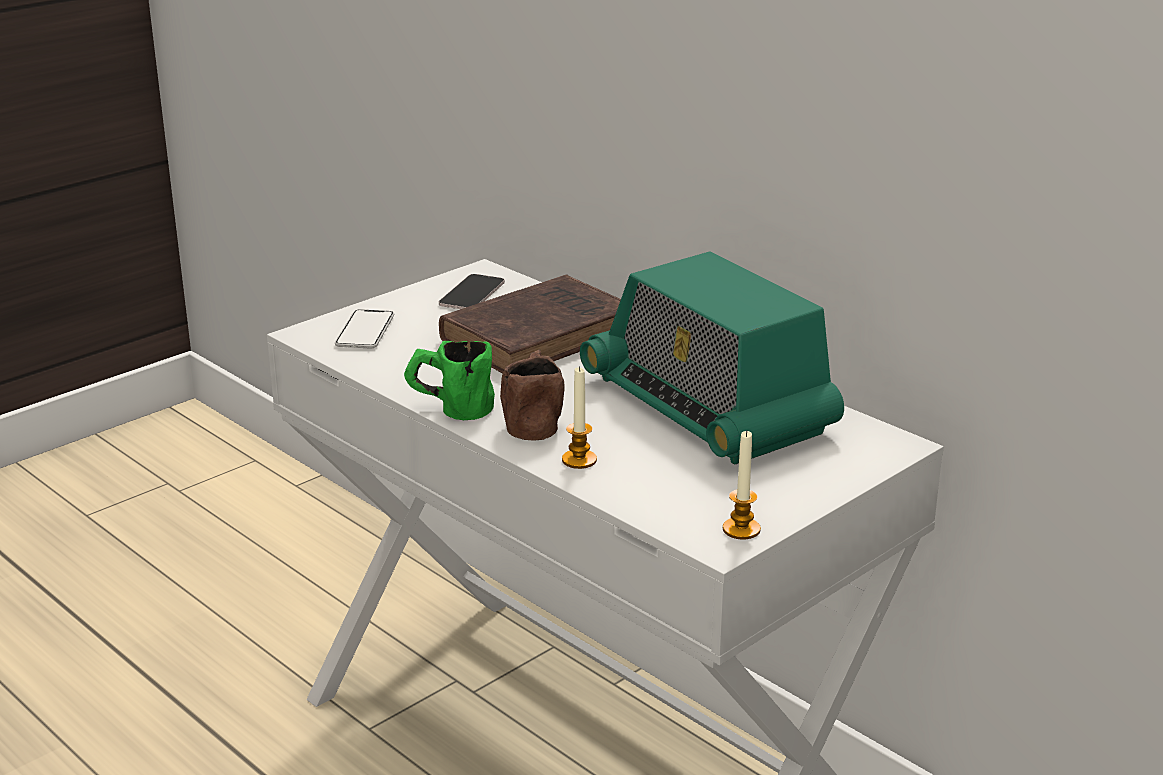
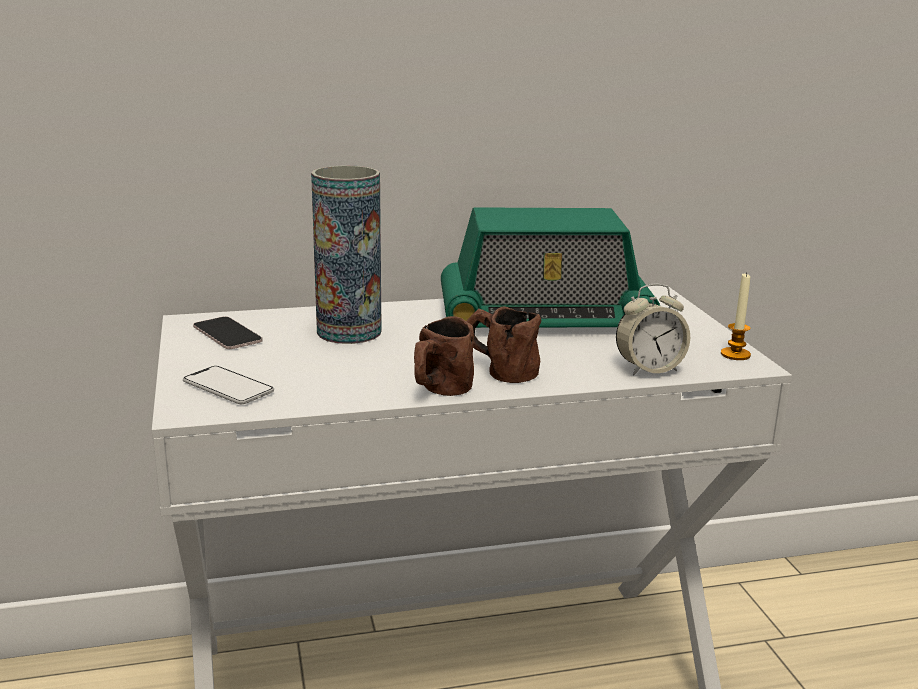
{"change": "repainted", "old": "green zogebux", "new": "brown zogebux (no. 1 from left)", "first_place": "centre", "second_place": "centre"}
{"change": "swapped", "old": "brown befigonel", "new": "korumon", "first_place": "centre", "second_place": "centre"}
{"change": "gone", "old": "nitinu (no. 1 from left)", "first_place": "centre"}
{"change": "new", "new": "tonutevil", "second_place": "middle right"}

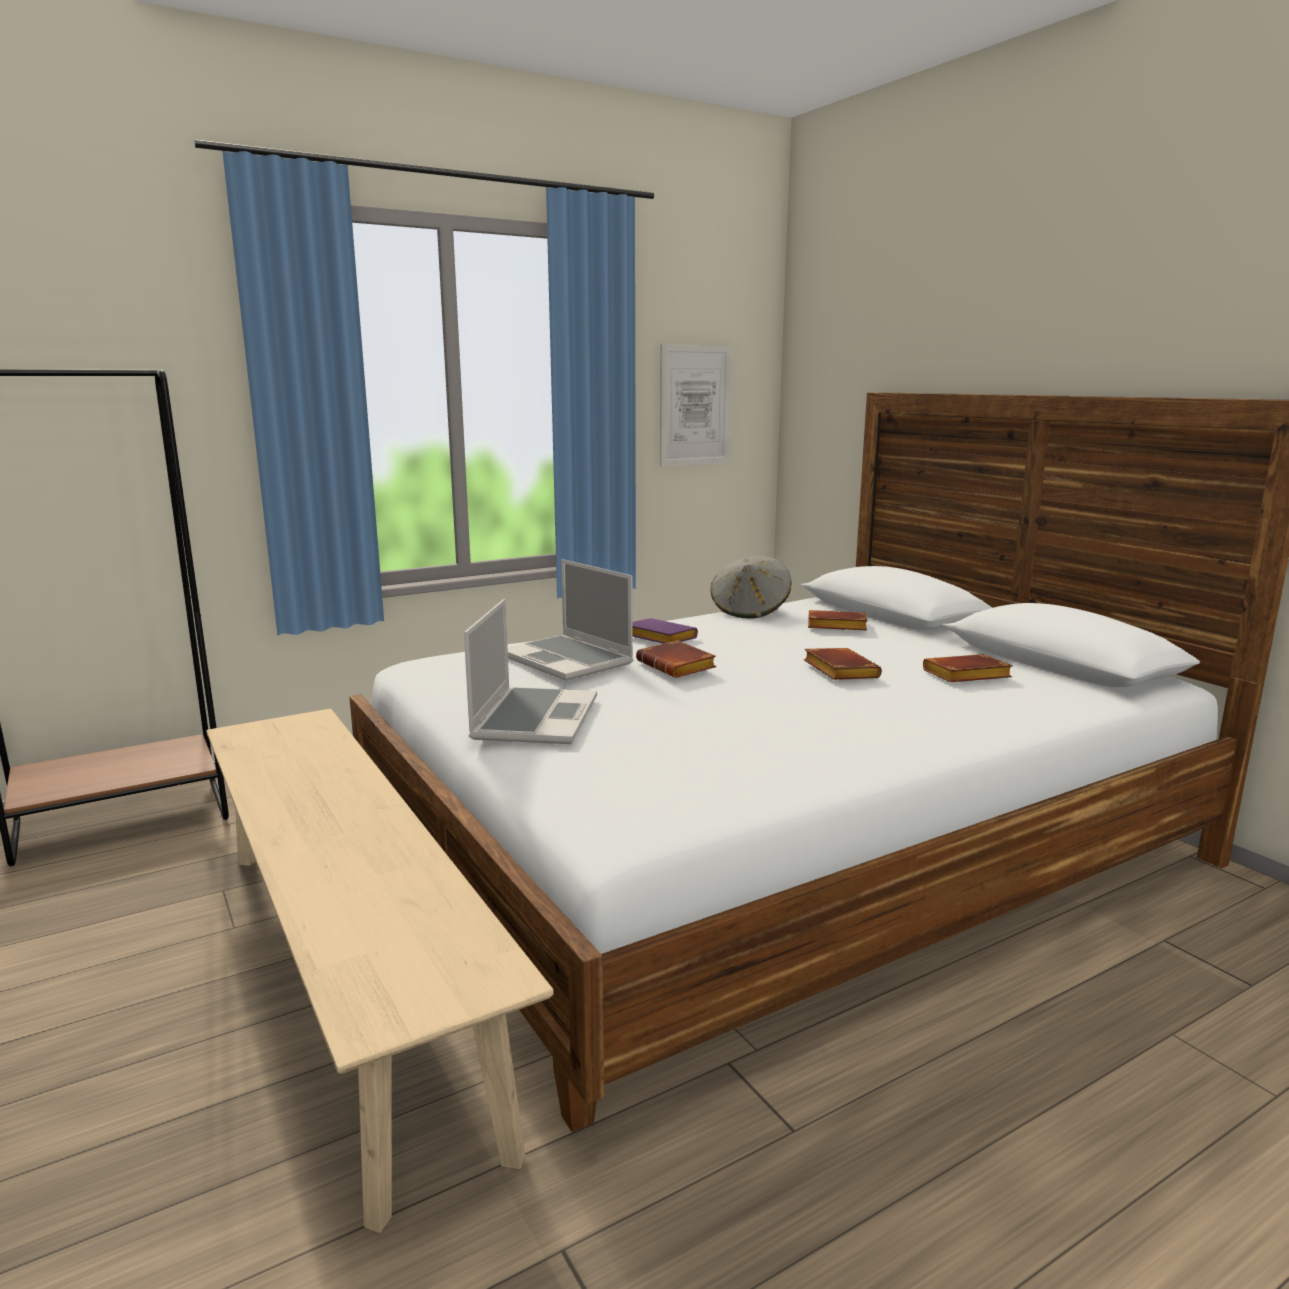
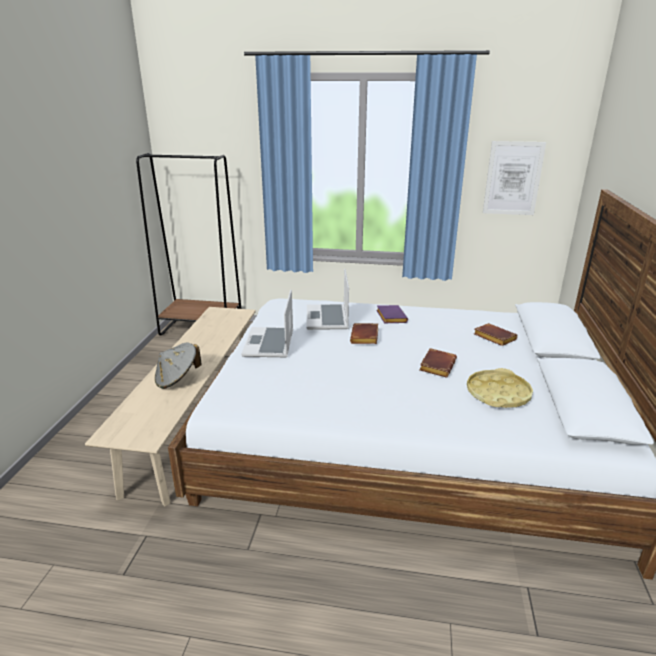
{"change": "rotated", "old": "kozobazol (no. 1 from left)", "first_place": "centre", "second_place": "centre", "degrees": 135}
{"change": "shifted", "old": "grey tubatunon", "first_place": "centre", "second_place": "middle left"}
{"change": "swapped", "old": "brown befigonel (no. 4 from left)", "new": "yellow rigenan", "first_place": "middle right", "second_place": "middle right"}

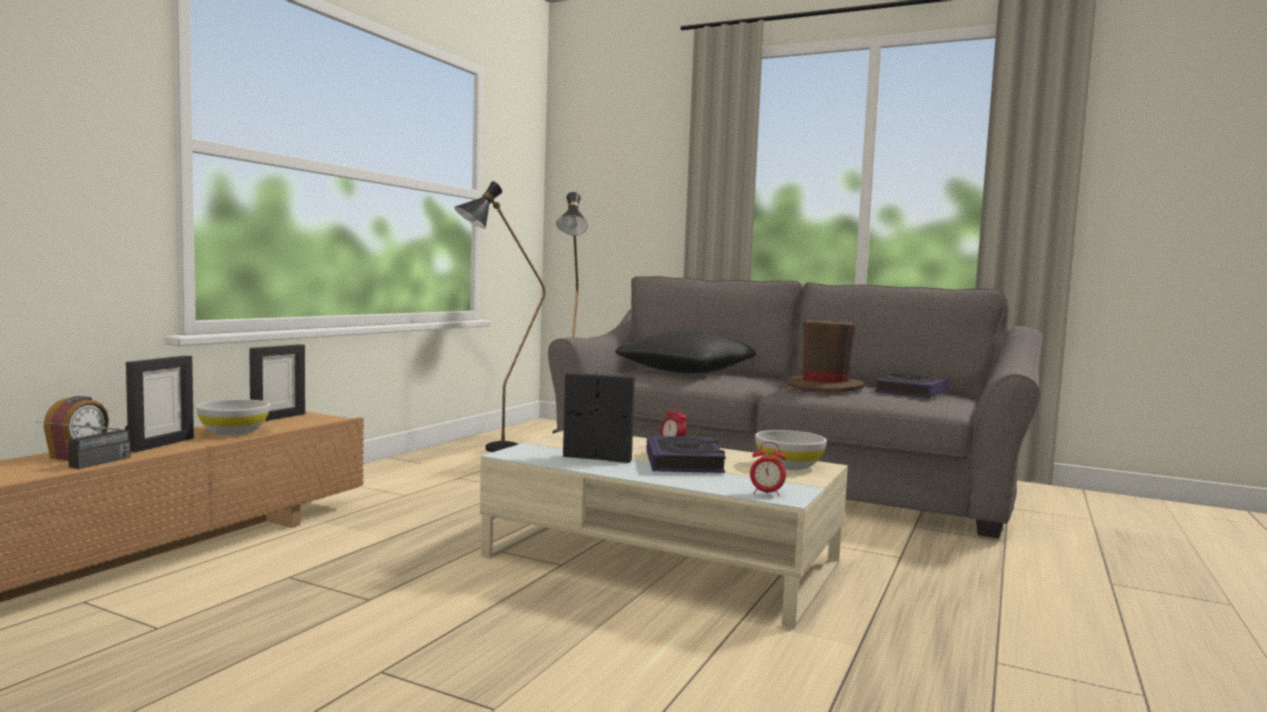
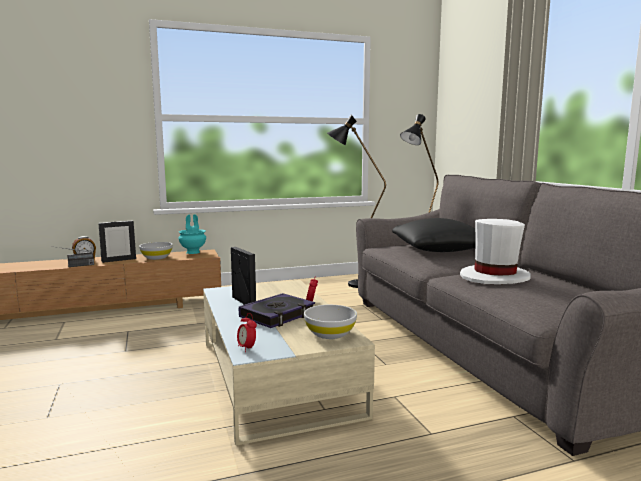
{"change": "swapped", "old": "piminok (no. 2 from left)", "new": "turquoise korumon", "first_place": "middle left", "second_place": "middle left"}
{"change": "repainted", "old": "brown tubatunon", "new": "white tubatunon", "first_place": "centre", "second_place": "middle right"}
{"change": "gone", "old": "befigonel (no. 2 from left)", "first_place": "middle right"}

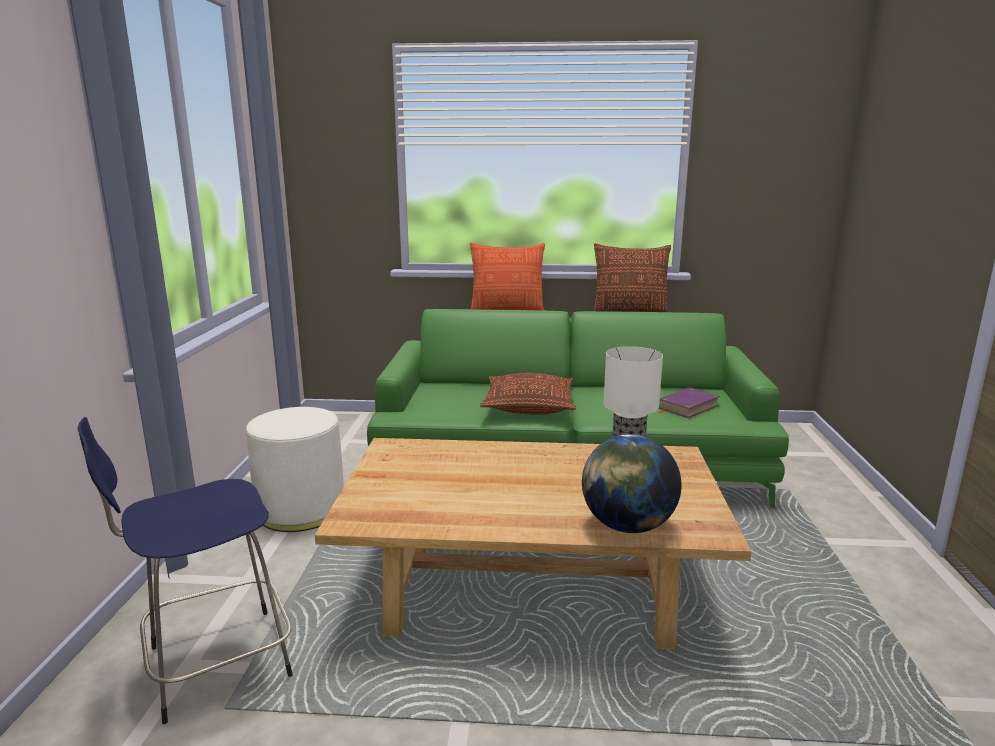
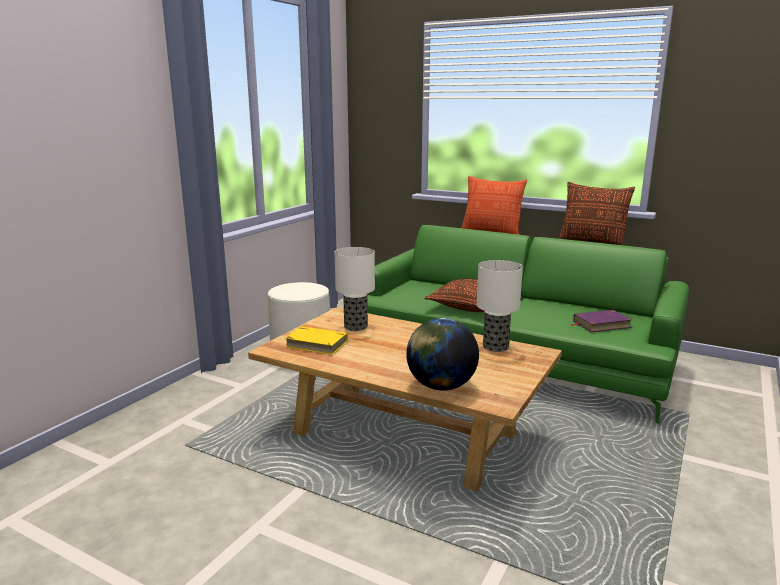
{"change": "gone", "old": "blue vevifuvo", "first_place": "bottom left"}
{"change": "new", "new": "yellow befigonel", "second_place": "centre"}
{"change": "new", "new": "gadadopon (no. 1 from left)", "second_place": "centre"}

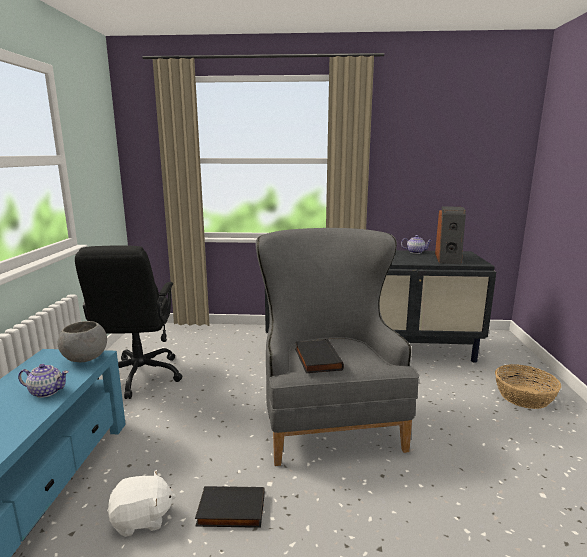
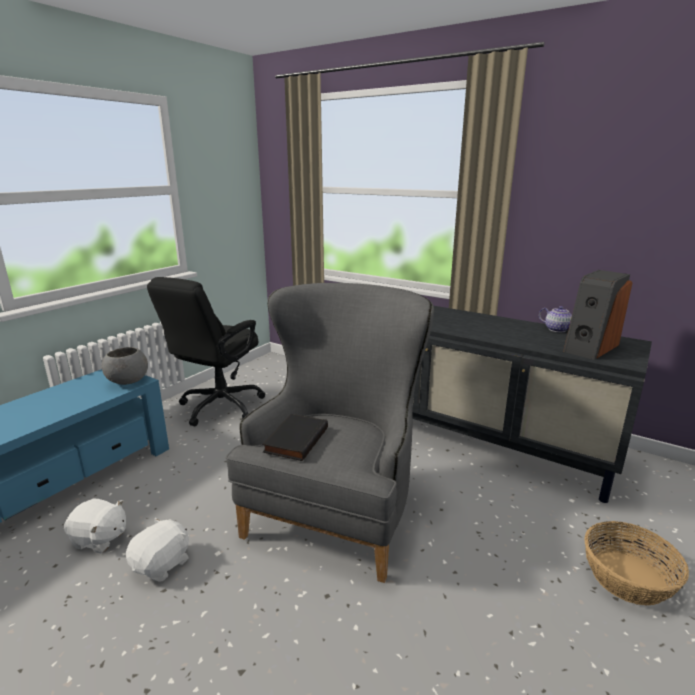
{"change": "gone", "old": "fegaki (no. 1 from left)", "first_place": "bottom left"}
{"change": "swapped", "old": "black befigonel (no. 1 from left)", "new": "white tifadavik (no. 2 from left)", "first_place": "bottom centre", "second_place": "bottom left"}

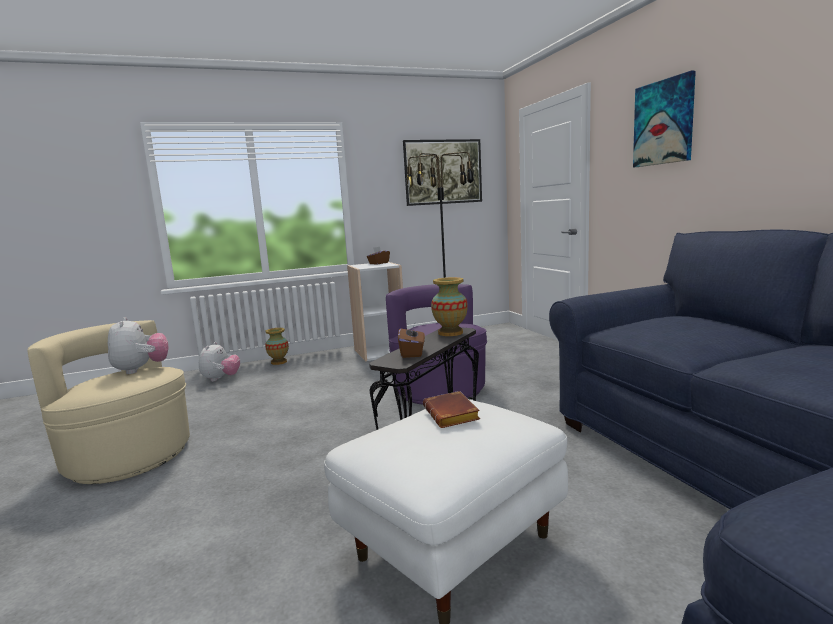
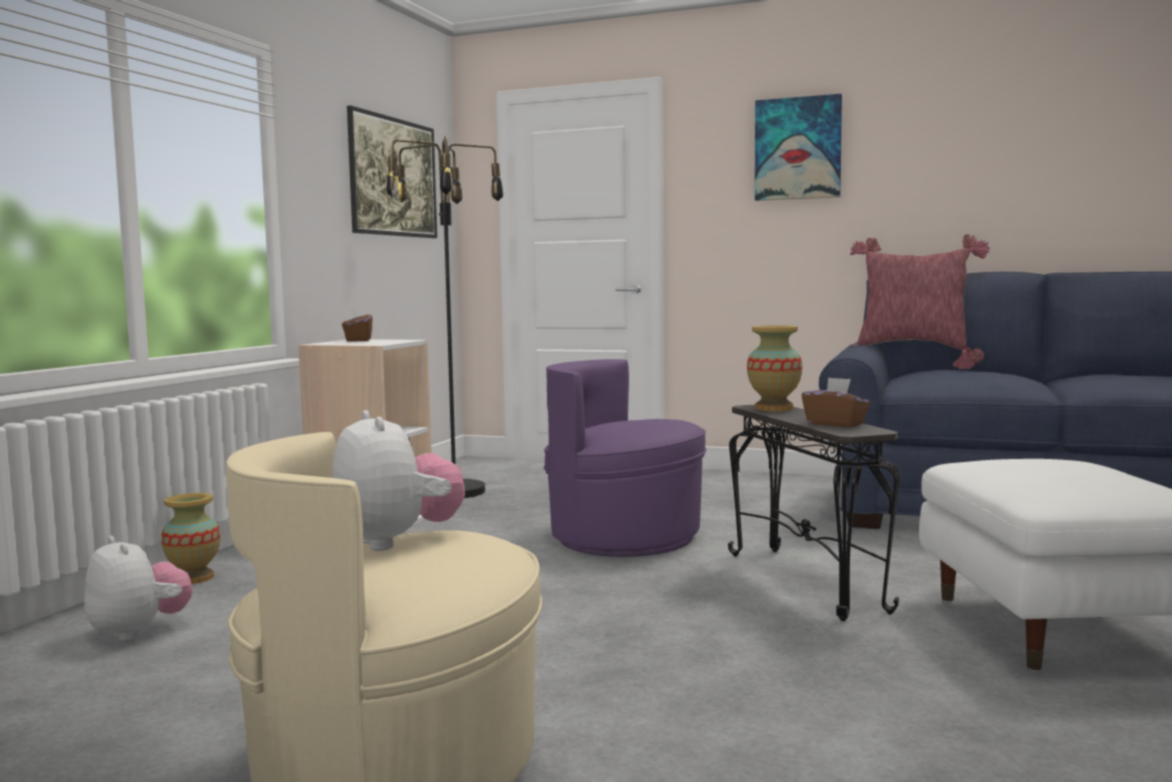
{"change": "rotated", "old": "tifadavik (no. 1 from left in the first image)", "first_place": "middle left", "second_place": "centre", "degrees": 45}
{"change": "gone", "old": "brown befigonel", "first_place": "centre"}
{"change": "new", "new": "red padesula", "second_place": "middle right"}

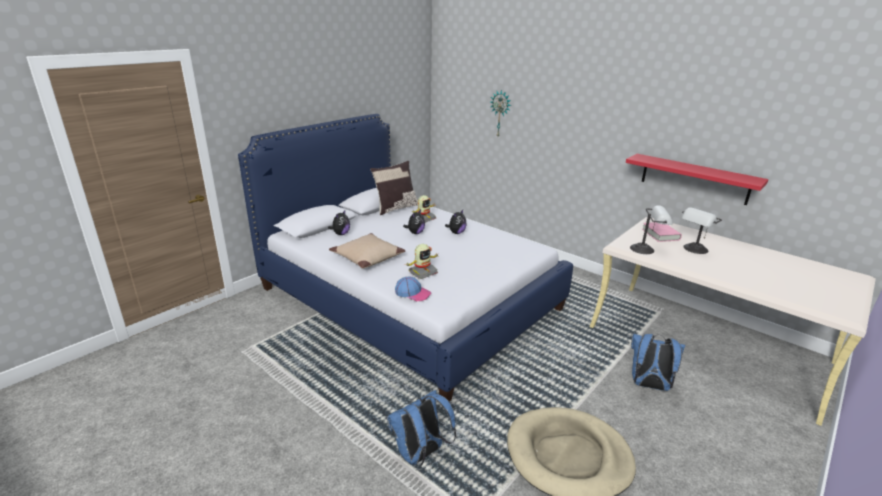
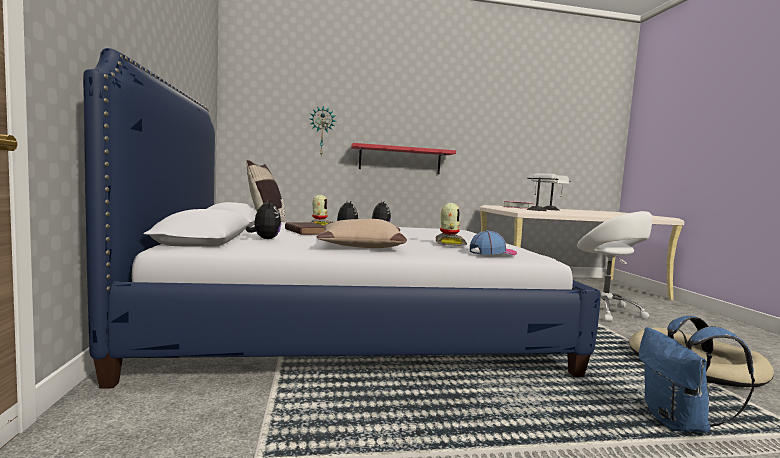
{"change": "shifted", "old": "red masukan", "first_place": "middle right", "second_place": "centre"}
{"change": "swapped", "old": "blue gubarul (no. 2 from left)", "new": "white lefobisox", "first_place": "bottom right", "second_place": "middle right"}
{"change": "new", "new": "brown befigonel", "second_place": "centre"}

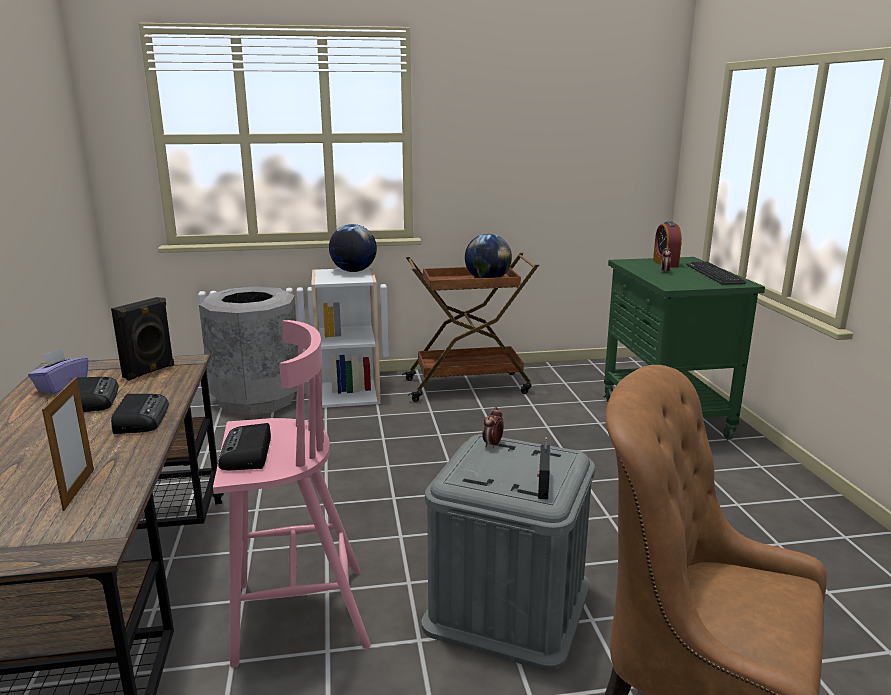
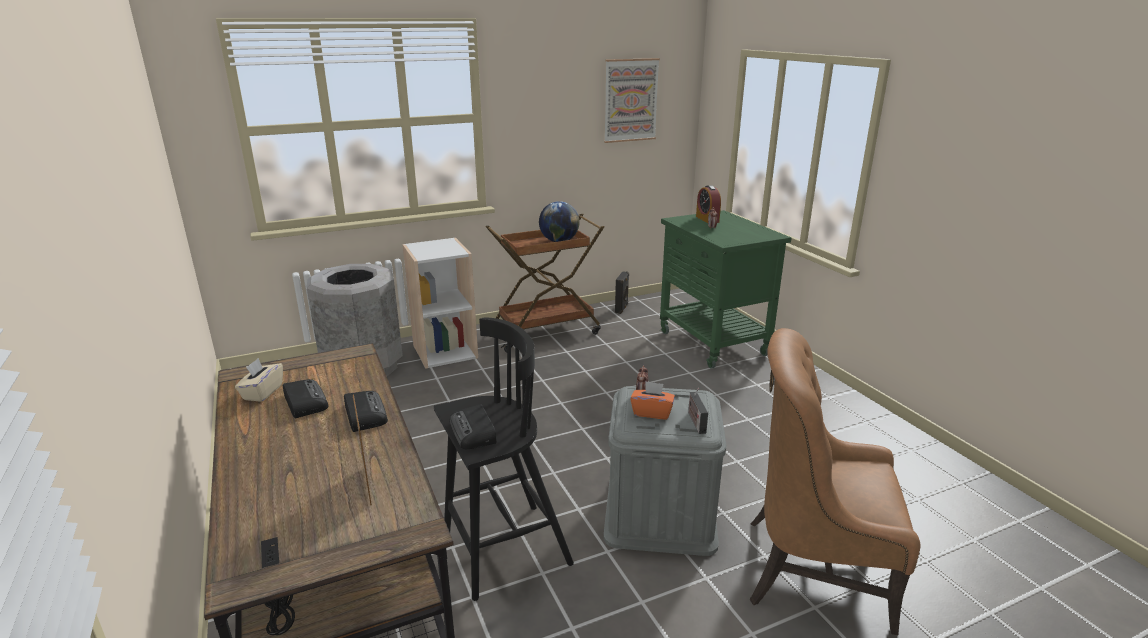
{"change": "repainted", "old": "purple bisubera", "new": "beige bisubera", "first_place": "middle left", "second_place": "middle left"}
{"change": "shifted", "old": "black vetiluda", "first_place": "middle left", "second_place": "centre"}
{"change": "repainted", "old": "pink vevifuvo", "new": "black vevifuvo", "first_place": "bottom left", "second_place": "bottom centre"}
{"change": "gone", "old": "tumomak (no. 1 from left)", "first_place": "centre"}
{"change": "gone", "old": "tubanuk", "first_place": "middle right"}
{"change": "new", "new": "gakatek", "second_place": "top centre"}
{"change": "new", "new": "orange bisubera", "second_place": "centre"}

